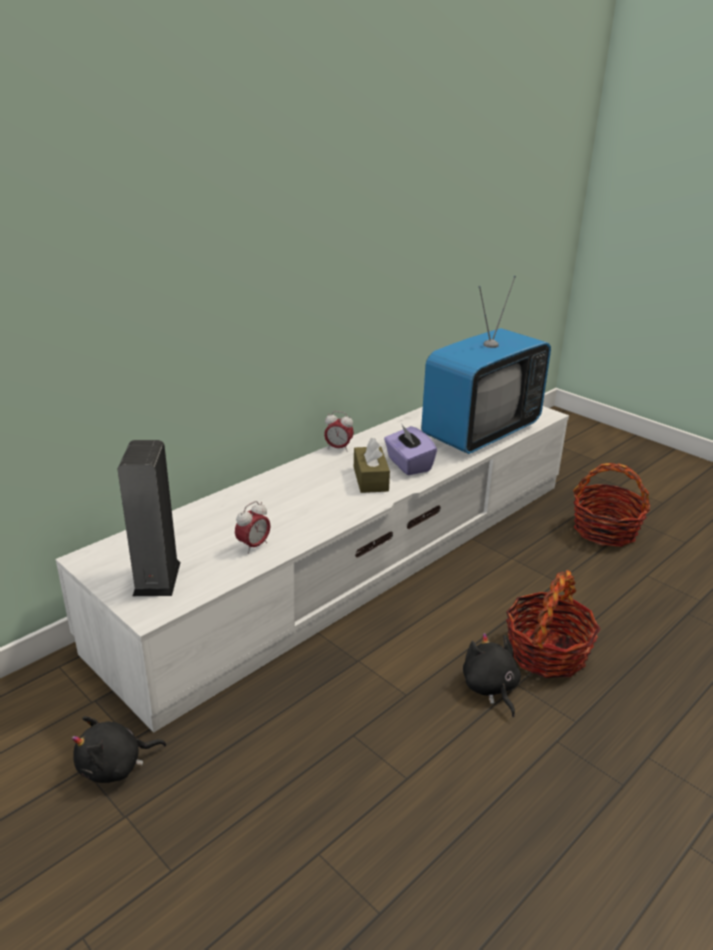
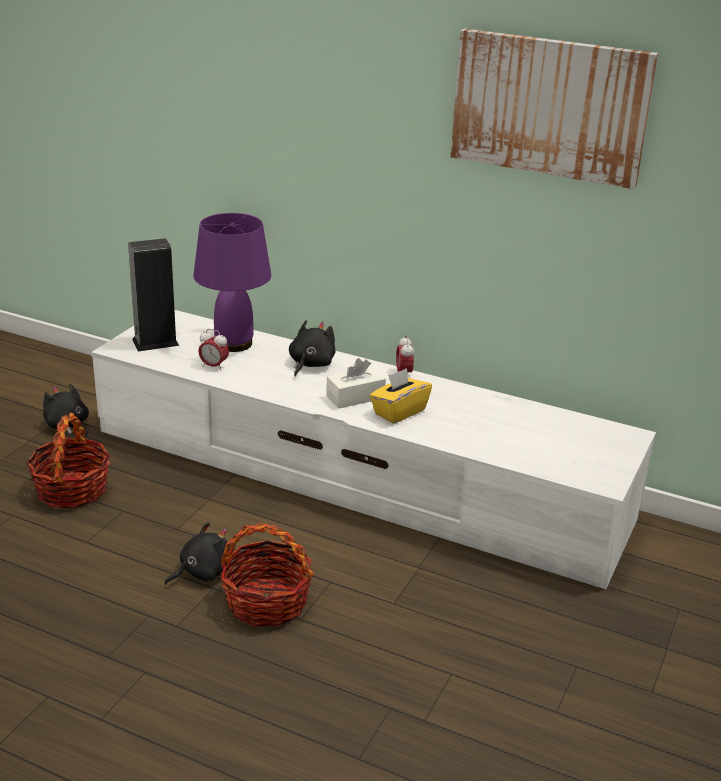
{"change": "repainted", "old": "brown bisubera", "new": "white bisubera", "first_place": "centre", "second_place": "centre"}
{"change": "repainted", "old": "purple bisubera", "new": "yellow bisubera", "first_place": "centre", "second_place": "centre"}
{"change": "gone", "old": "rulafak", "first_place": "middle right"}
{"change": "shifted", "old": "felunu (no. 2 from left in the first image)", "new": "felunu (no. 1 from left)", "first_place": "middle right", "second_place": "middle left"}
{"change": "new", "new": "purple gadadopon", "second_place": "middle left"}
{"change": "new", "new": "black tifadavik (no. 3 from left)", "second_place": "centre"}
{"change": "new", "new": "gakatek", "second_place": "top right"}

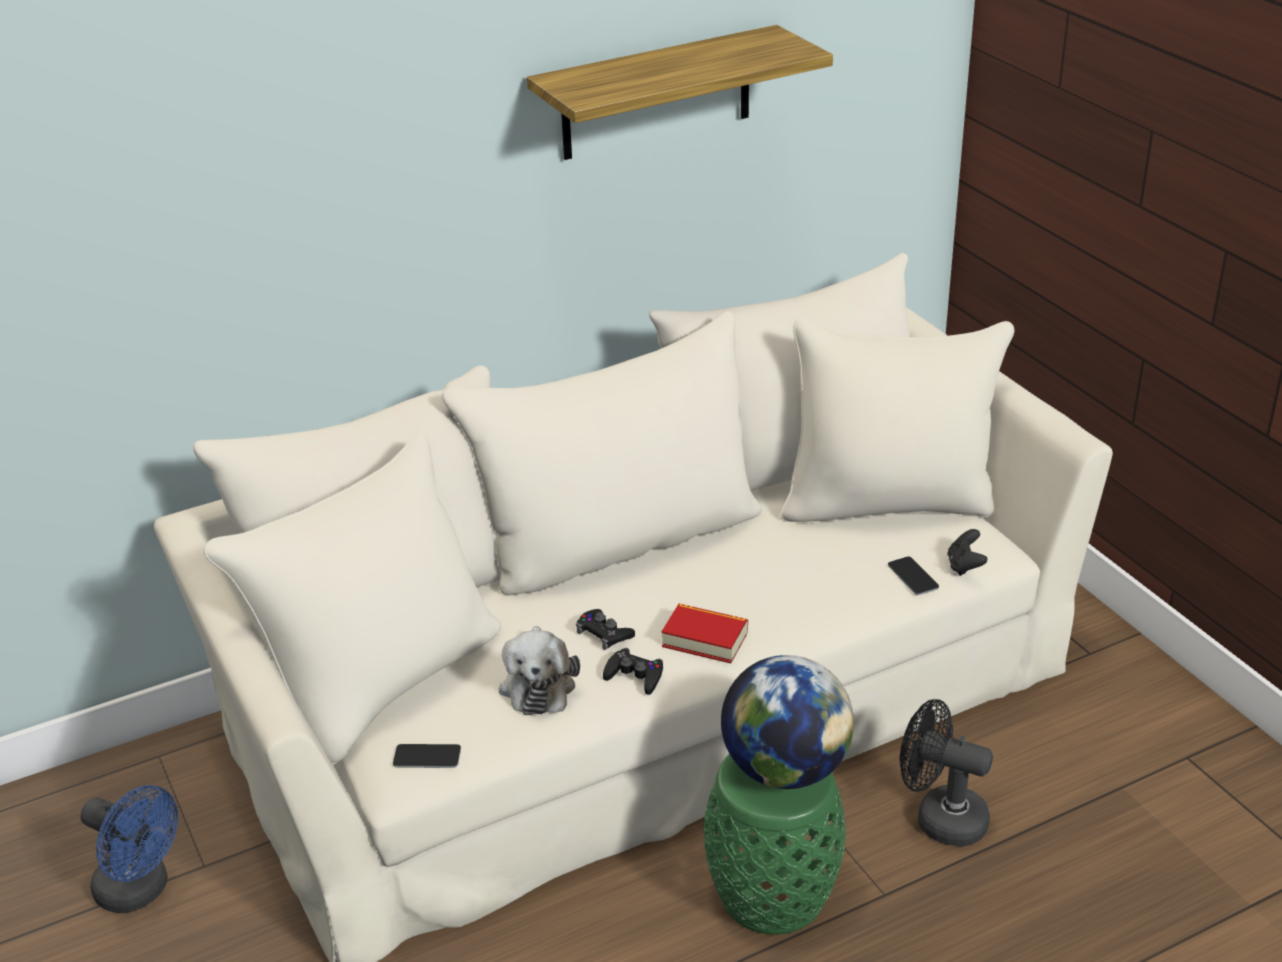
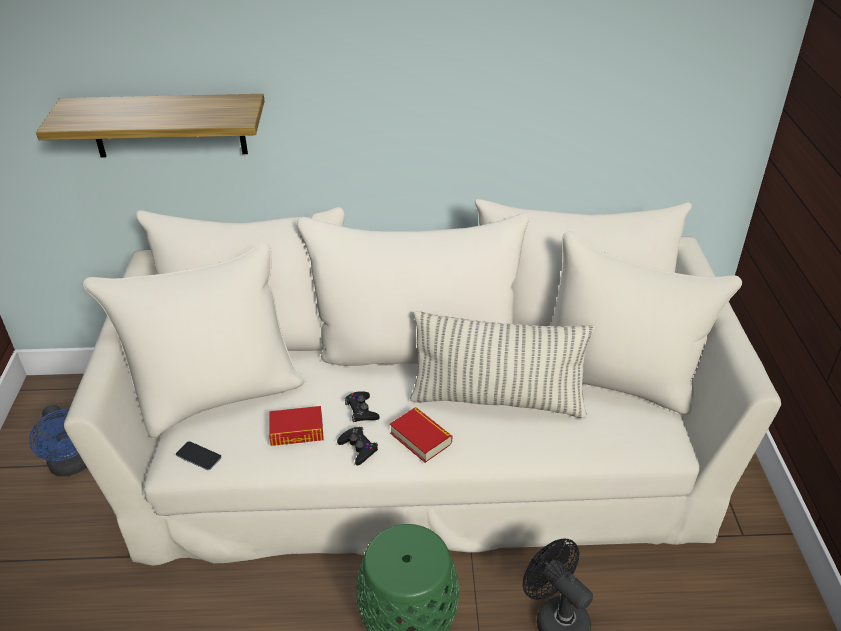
{"change": "swapped", "old": "tifadavik", "new": "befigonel (no. 1 from left)", "first_place": "bottom centre", "second_place": "bottom centre"}
{"change": "shifted", "old": "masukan", "first_place": "top centre", "second_place": "top left"}
{"change": "gone", "old": "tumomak", "first_place": "bottom centre"}
{"change": "gone", "old": "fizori (no. 2 from left)", "first_place": "middle right"}
{"change": "gone", "old": "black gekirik (no. 3 from left)", "first_place": "middle right"}
{"change": "new", "new": "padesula", "second_place": "centre"}

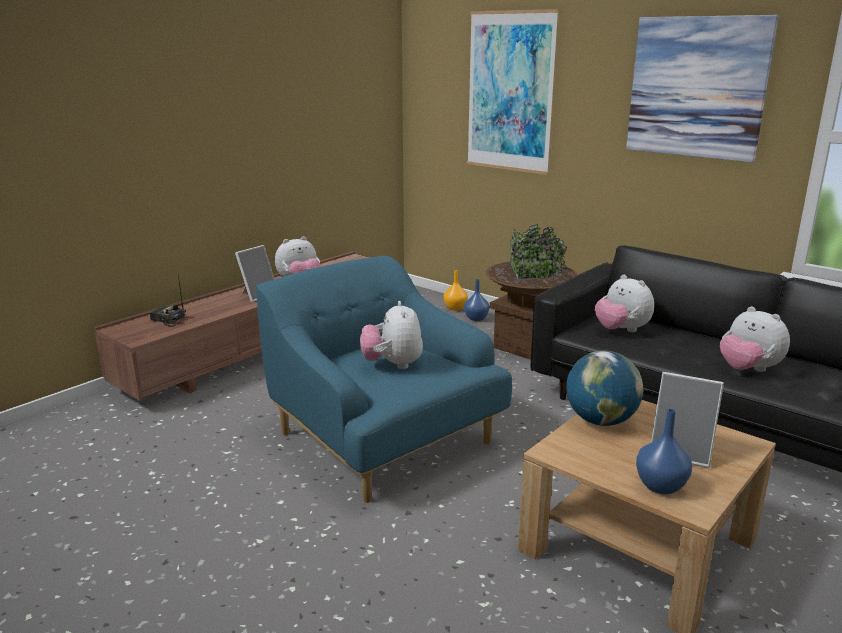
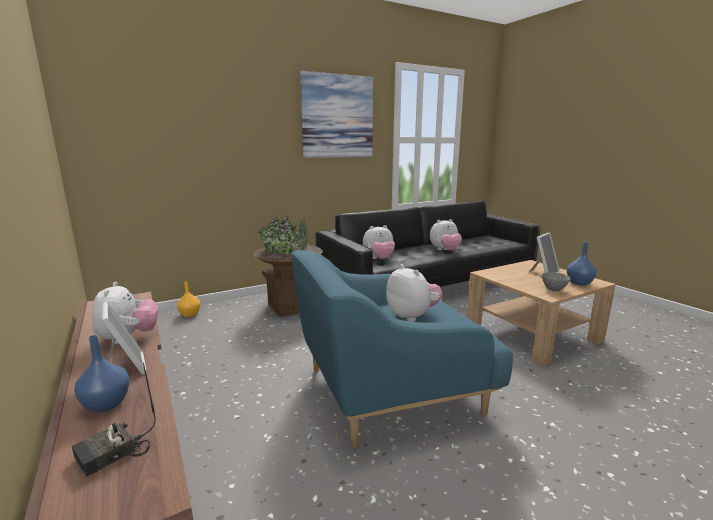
{"change": "rotated", "old": "tifadavik (no. 2 from left in the first image)", "first_place": "centre", "second_place": "centre", "degrees": -135}
{"change": "shifted", "old": "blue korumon (no. 1 from left)", "first_place": "centre", "second_place": "bottom left"}
{"change": "gone", "old": "gakatek (no. 1 from left)", "first_place": "top centre"}
{"change": "gone", "old": "tumomak", "first_place": "middle right"}
{"change": "new", "new": "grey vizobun", "second_place": "middle right"}

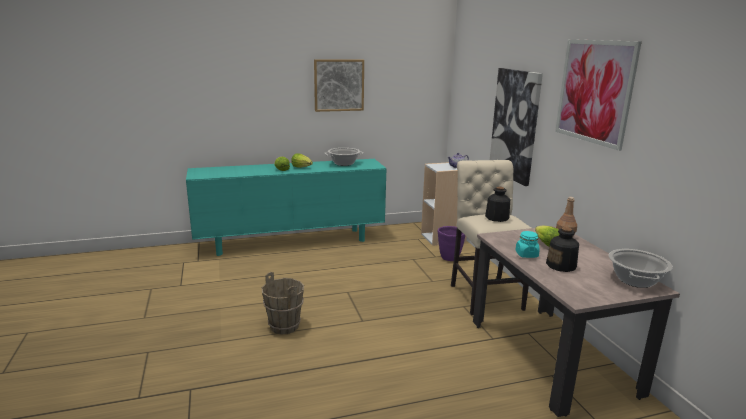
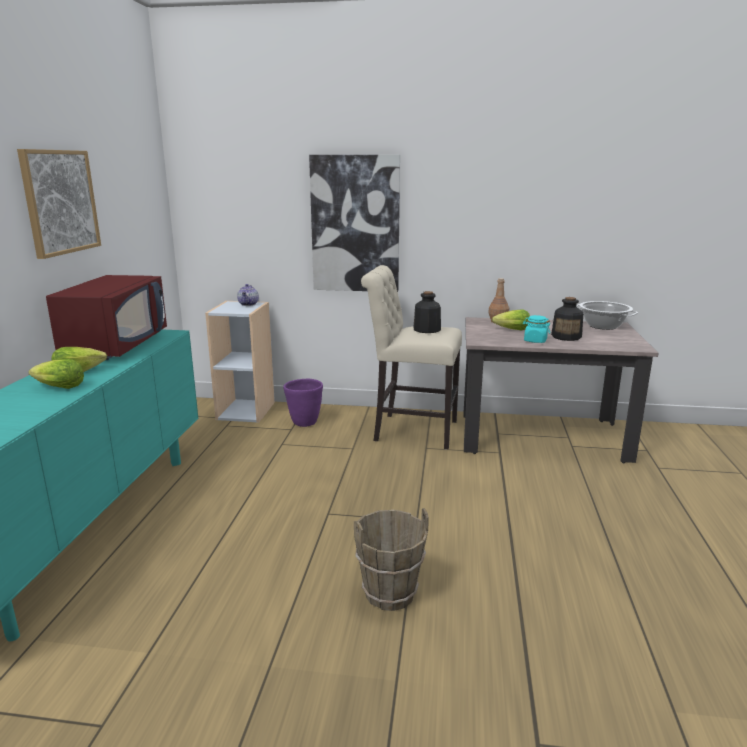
{"change": "swapped", "old": "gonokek (no. 1 from left)", "new": "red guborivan", "first_place": "centre", "second_place": "middle left"}
{"change": "gone", "old": "gakatek (no. 3 from left)", "first_place": "top right"}

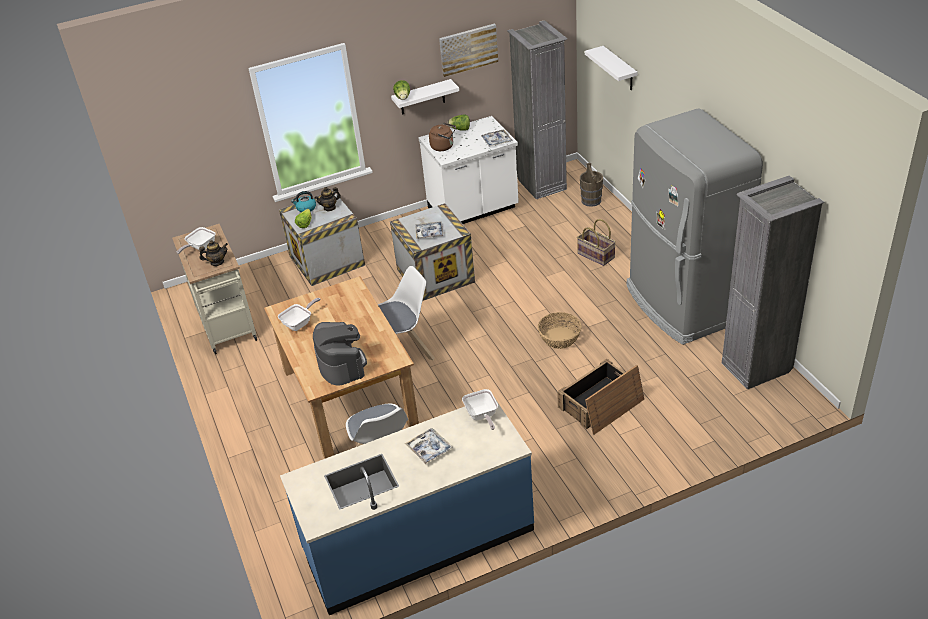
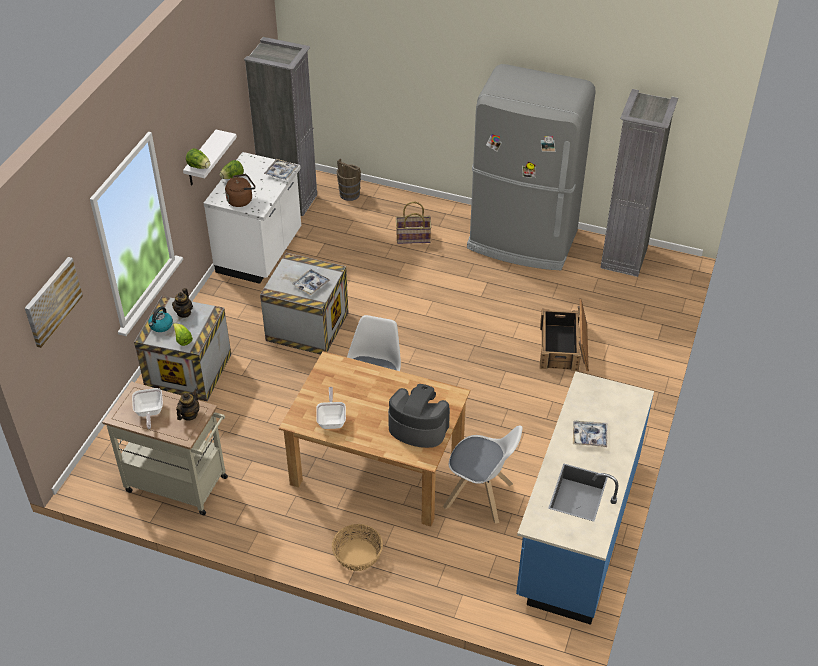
{"change": "shifted", "old": "gakatek", "first_place": "top centre", "second_place": "middle left"}
{"change": "gone", "old": "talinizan (no. 3 from left)", "first_place": "centre"}
{"change": "shifted", "old": "felunu (no. 1 from left)", "first_place": "centre", "second_place": "bottom centre"}
{"change": "gone", "old": "white masukan (no. 2 from left)", "first_place": "top centre"}

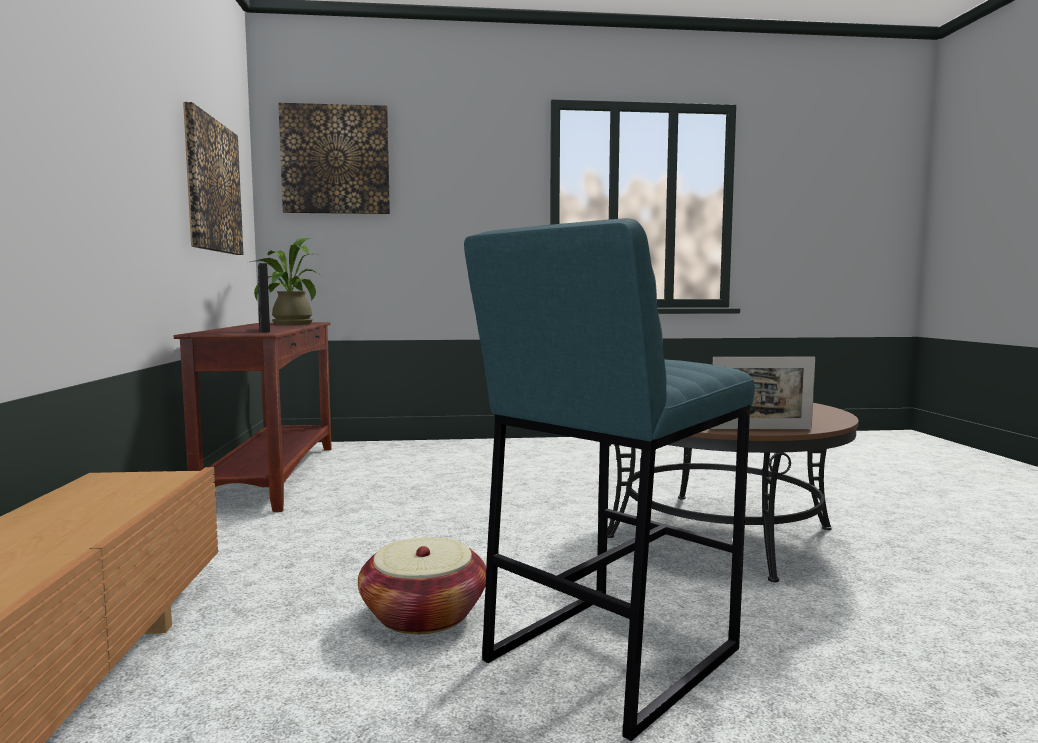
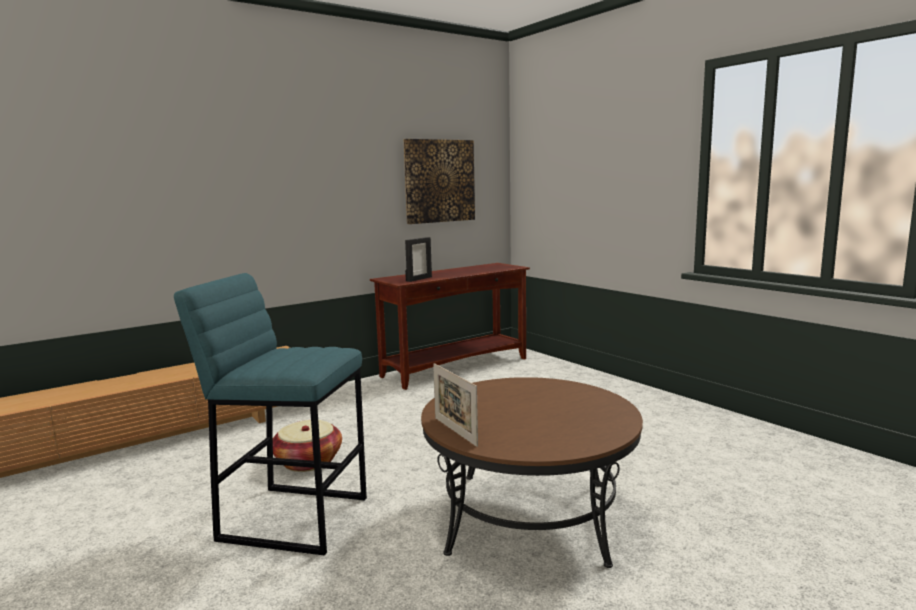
{"change": "gone", "old": "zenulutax", "first_place": "middle left"}
{"change": "gone", "old": "gakatek (no. 2 from left)", "first_place": "top left"}

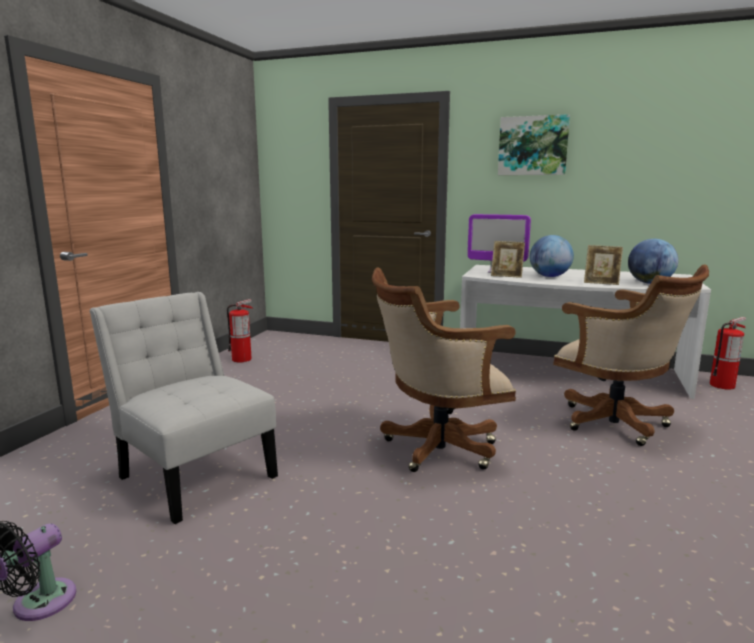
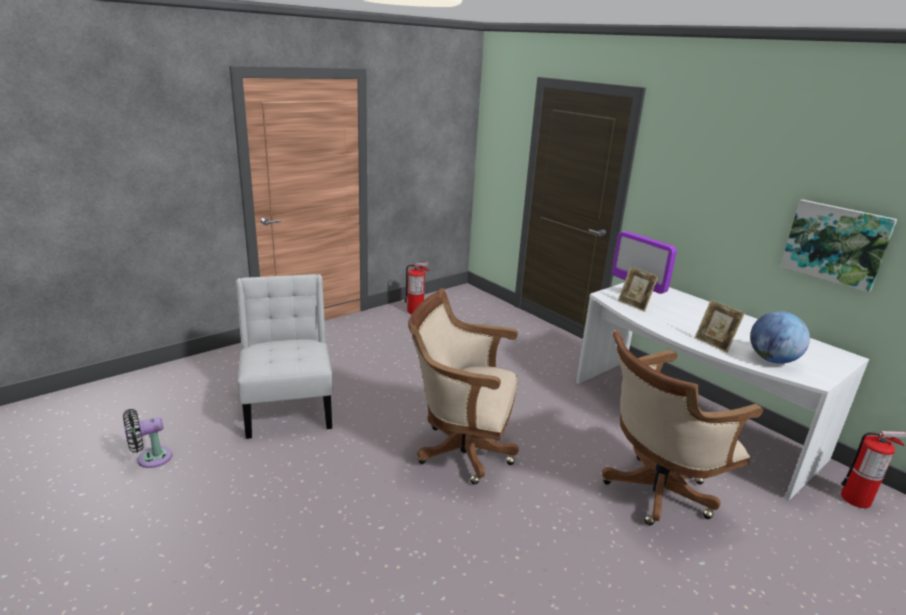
{"change": "shifted", "old": "gakatek", "first_place": "top right", "second_place": "middle right"}
{"change": "gone", "old": "tumomak (no. 1 from left)", "first_place": "middle right"}
{"change": "rotated", "old": "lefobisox (no. 2 from left)", "first_place": "middle right", "second_place": "bottom right", "degrees": 75}

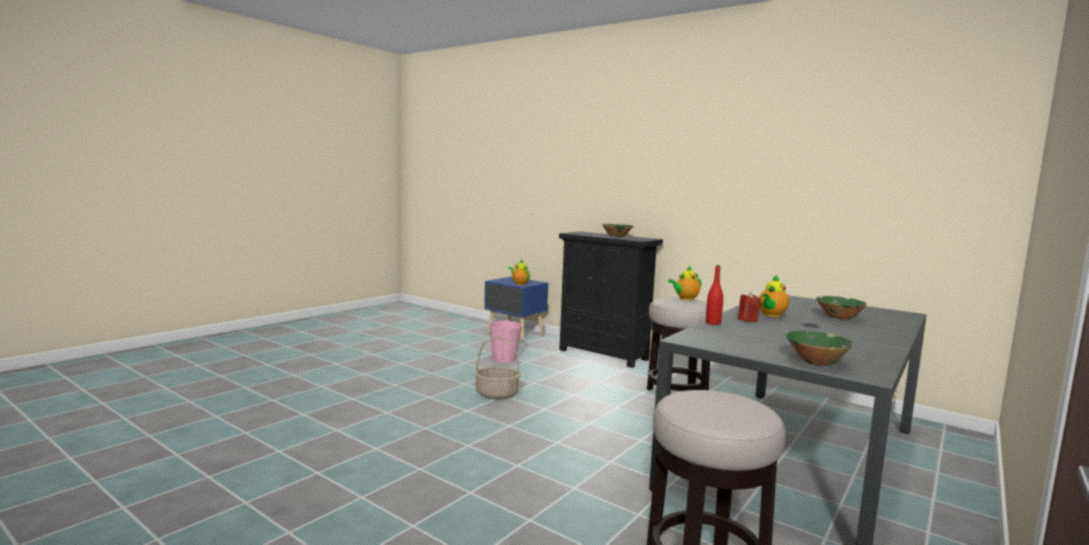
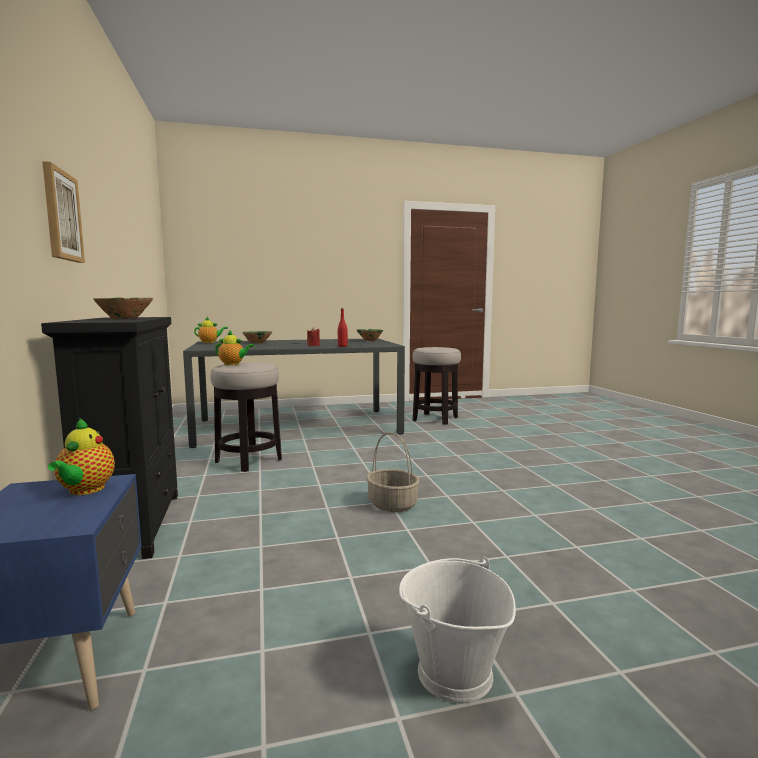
{"change": "gone", "old": "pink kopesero", "first_place": "centre"}
{"change": "shifted", "old": "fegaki (no. 3 from left in the first image)", "new": "fegaki (no. 2 from left)", "first_place": "middle right", "second_place": "middle left"}
{"change": "new", "new": "gakatek", "second_place": "top left"}
{"change": "new", "new": "white kopesero", "second_place": "bottom centre"}

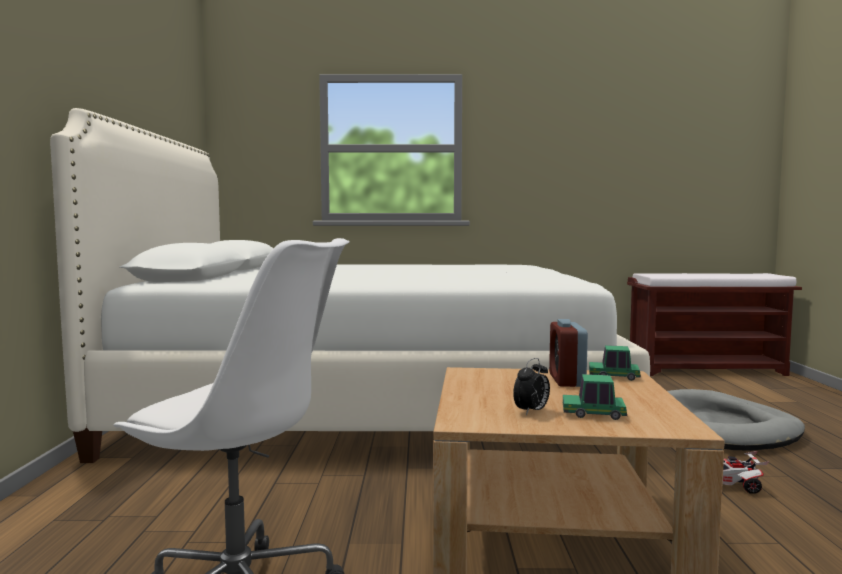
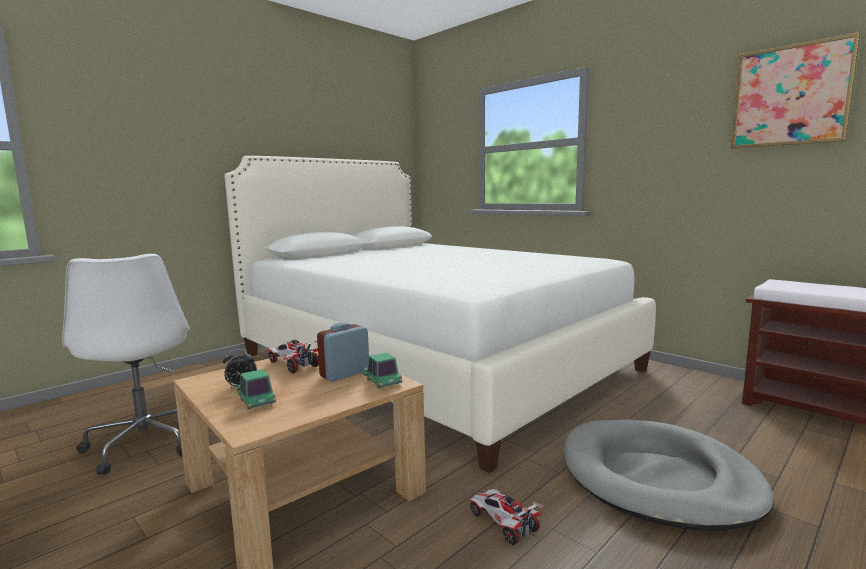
{"change": "new", "new": "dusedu (no. 2 from left)", "second_place": "centre"}
{"change": "new", "new": "gakatek", "second_place": "top right"}

